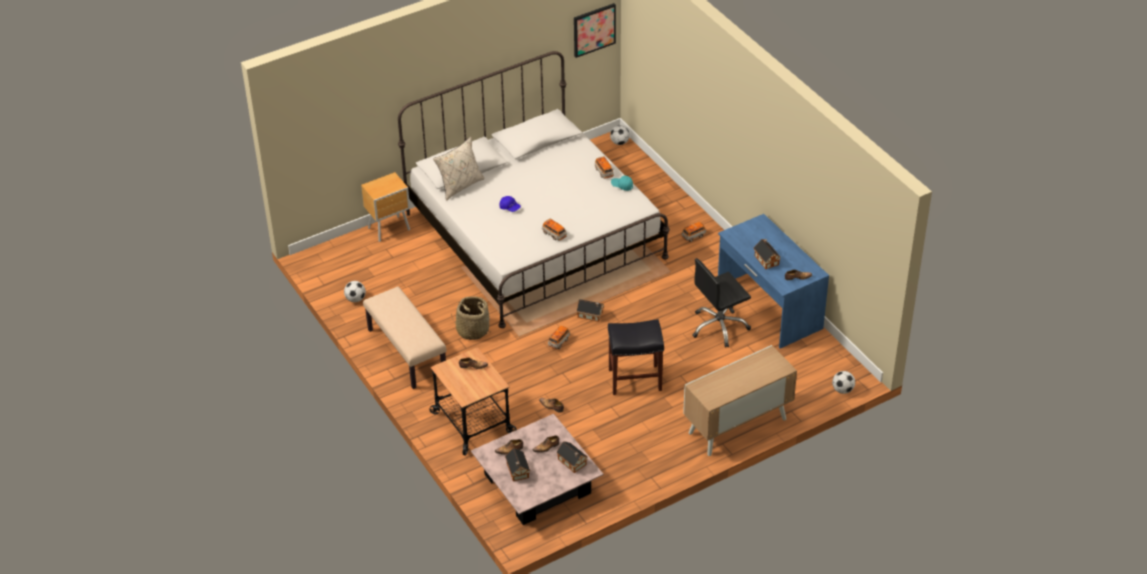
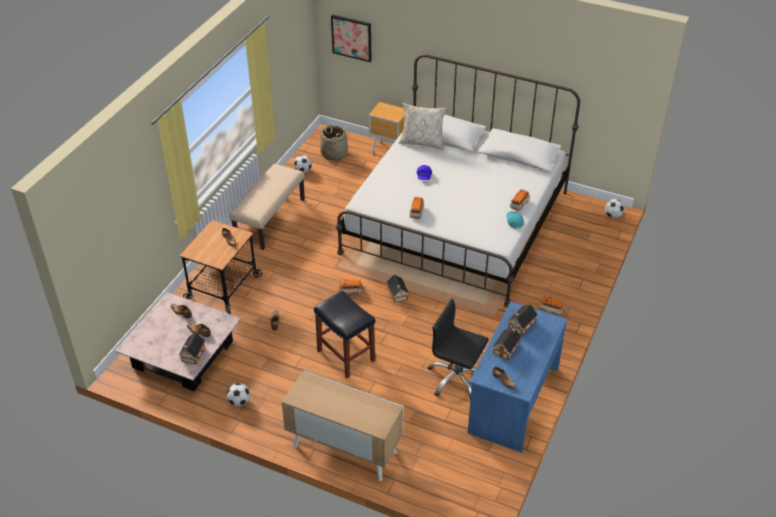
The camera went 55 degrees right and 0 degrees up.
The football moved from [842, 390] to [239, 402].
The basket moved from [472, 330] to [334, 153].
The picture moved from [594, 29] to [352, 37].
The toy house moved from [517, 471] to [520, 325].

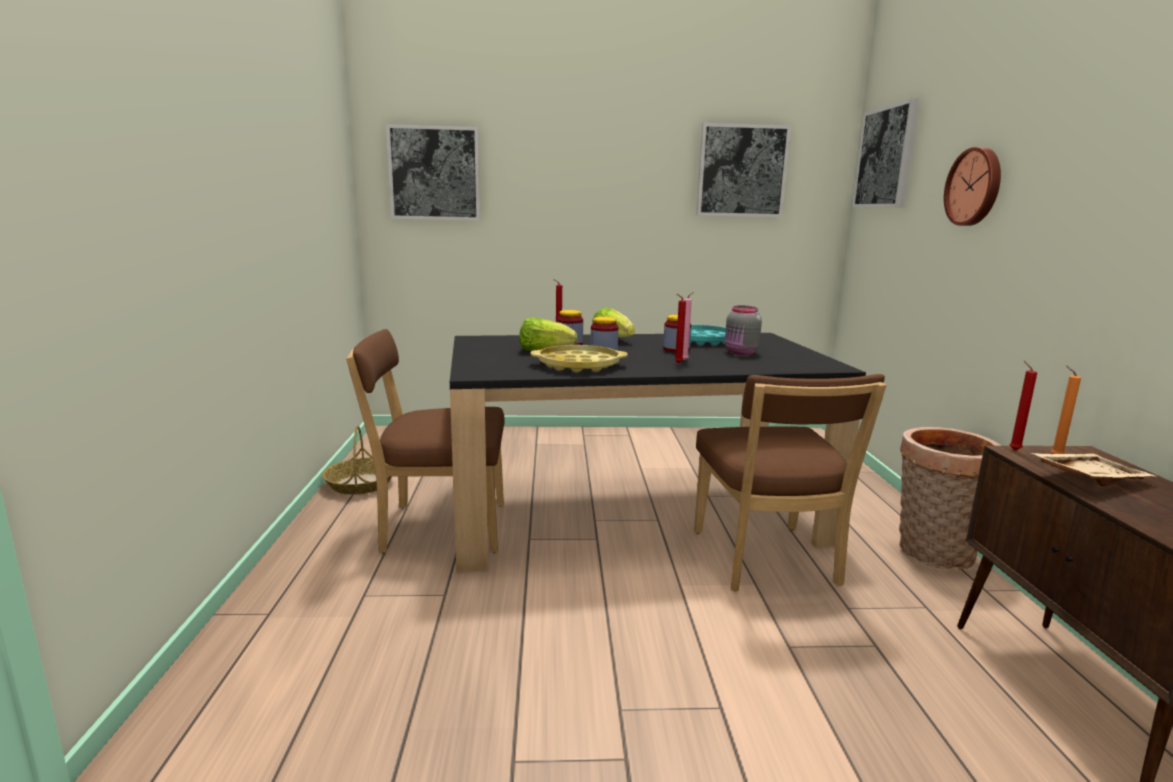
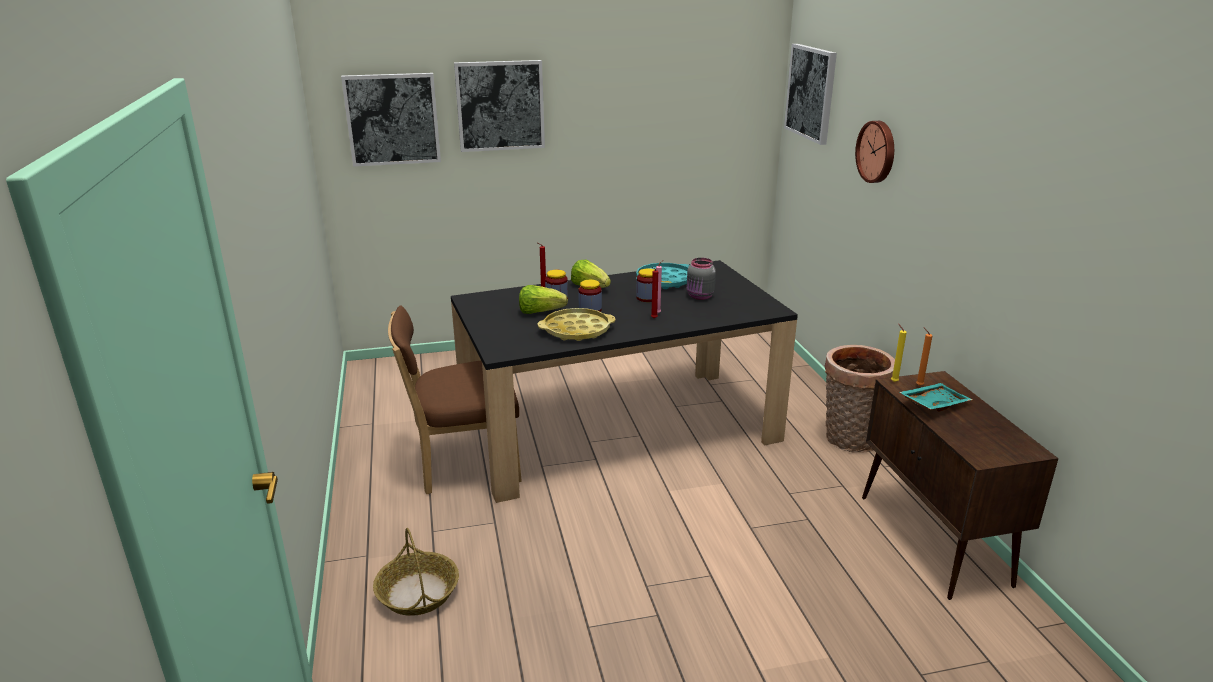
The camera went 10 degrees left and 10 degrees up.
The basket moved from [360, 484] to [418, 593].
The picture moved from [741, 171] to [500, 105].
The candle/red at [1013, 449] became the candle/yellow at [893, 381].
The tray/beige at [1087, 478] became the tray/turquoise at [933, 404].
The chair/brown at [766, 561] disappeared.

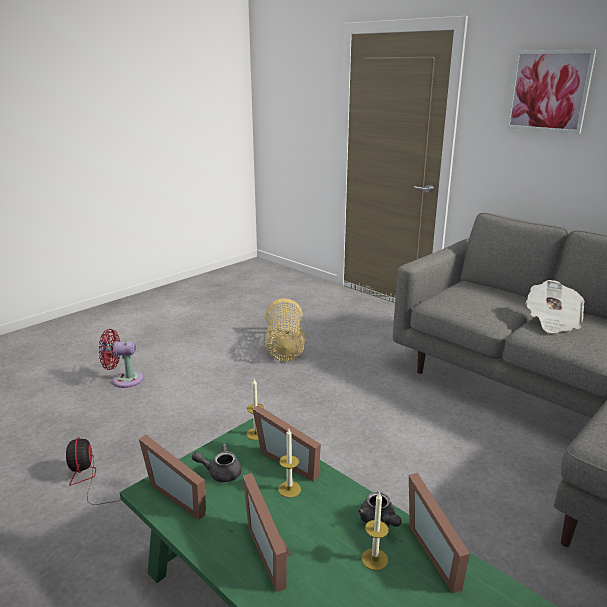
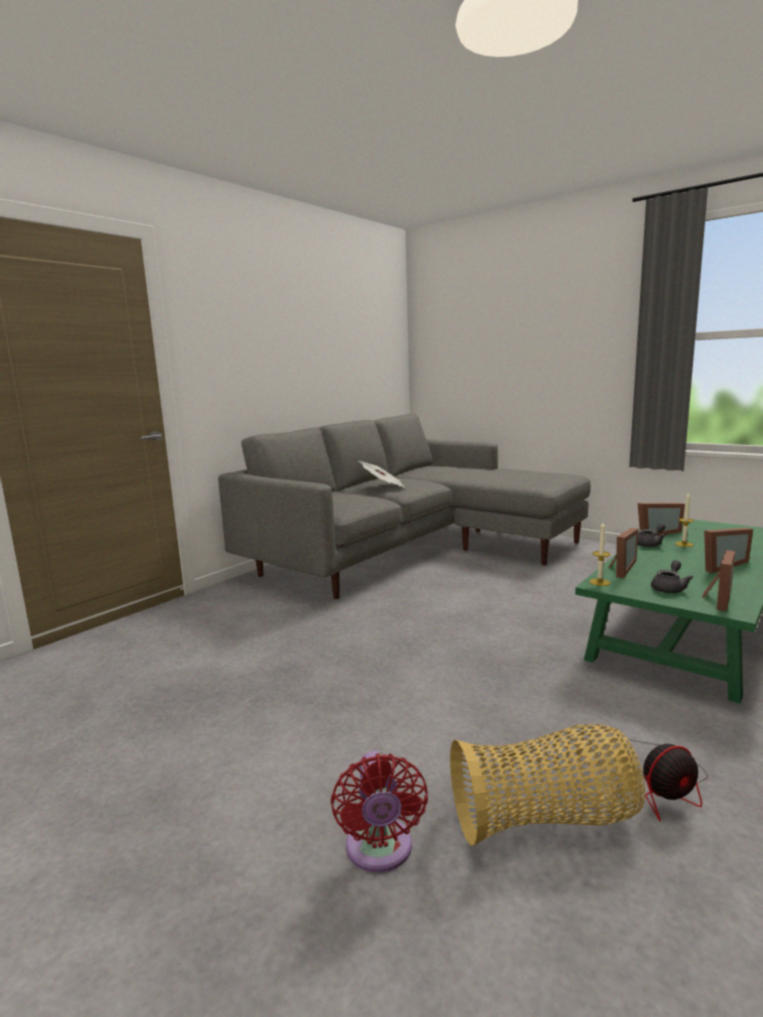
The camera went 95 degrees left and 10 degrees down.
The basket moved from [284, 348] to [545, 819].
The teapot/grey at [220, 472] turned 135 degrees counterclockwise.
The candle at [289, 489] disappeared.
The picture at [549, 91] disappeared.

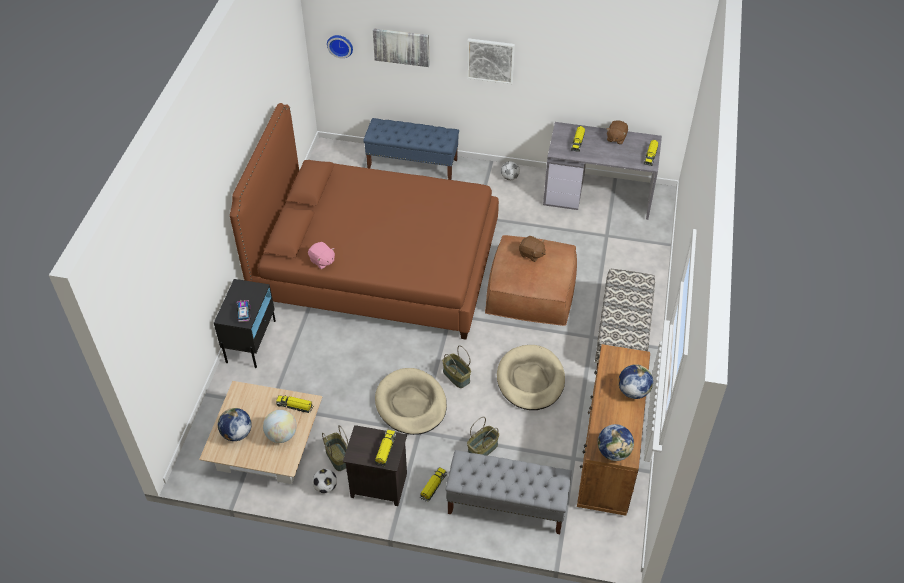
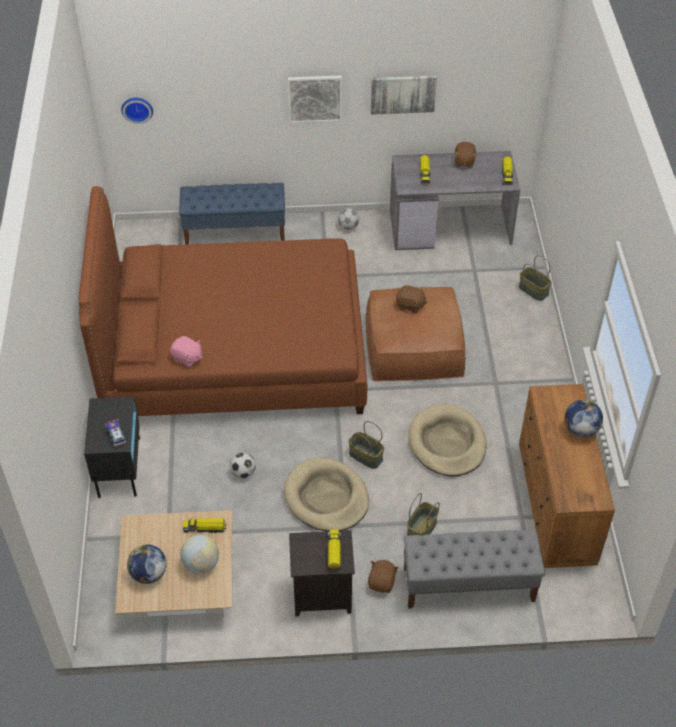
The camera went 15 degrees left and 0 degrees up.
The football moved from [325, 487] to [243, 473].
The toy truck at [433, 486] was replaced by the plush toy/brown at [382, 582].
The picture moved from [401, 46] to [403, 93].
The basket moved from [338, 457] to [534, 290].
The bench at [622, 337] disappeared.
The globe at [613, 452] disappeared.

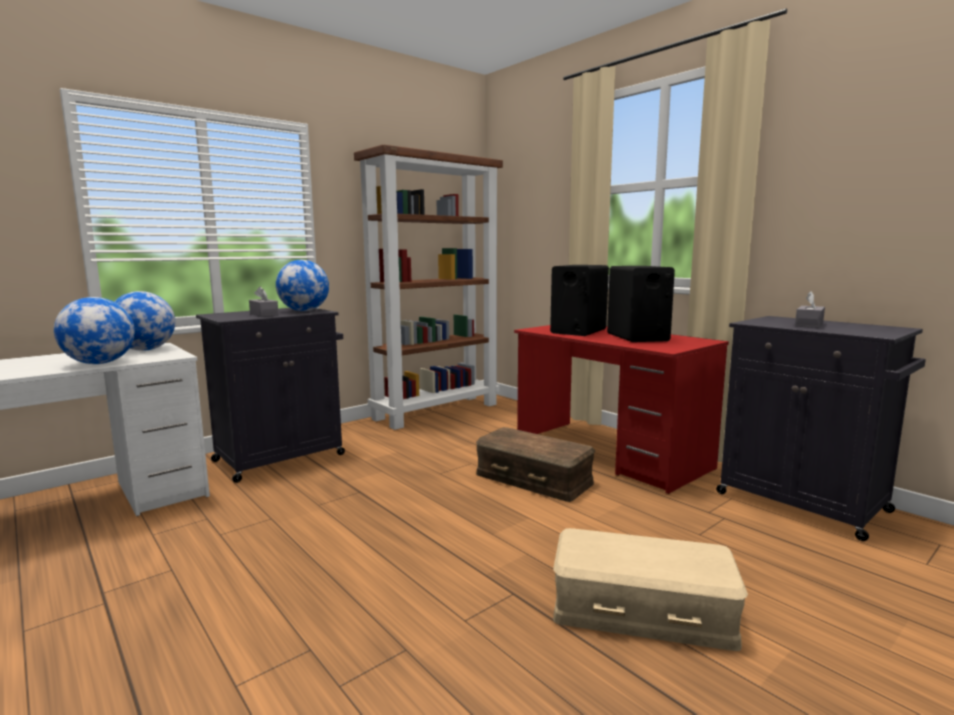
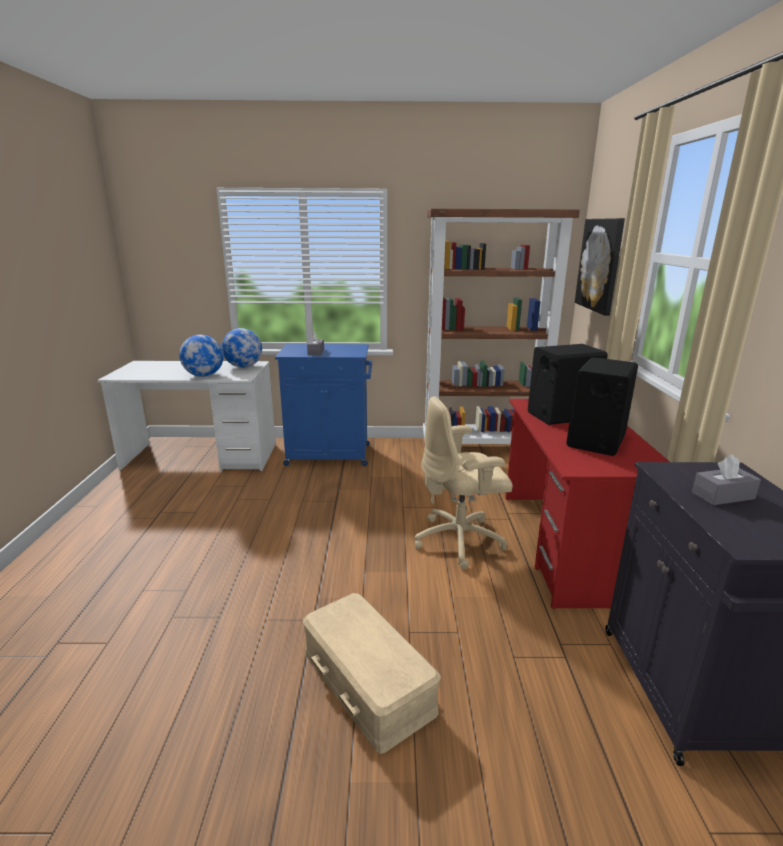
The camera went 40 degrees right and 10 degrees up.
The cabinet/black at [282, 457] became the cabinet/blue at [330, 455].
The storage box/brown at [533, 479] was replaced by the office chair/beige at [460, 540].
The picture at [600, 265] appeared.
The globe at [304, 311] disappeared.

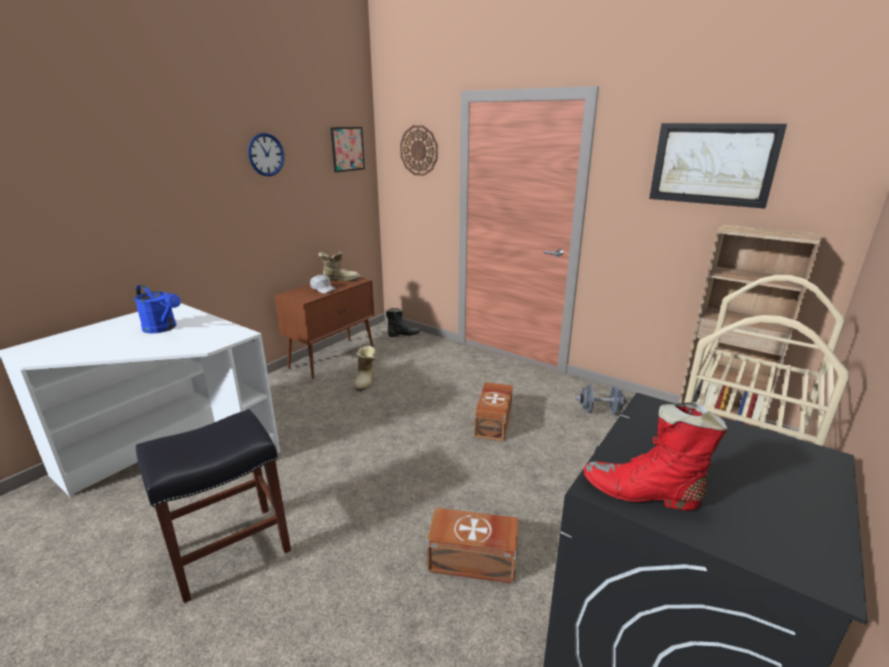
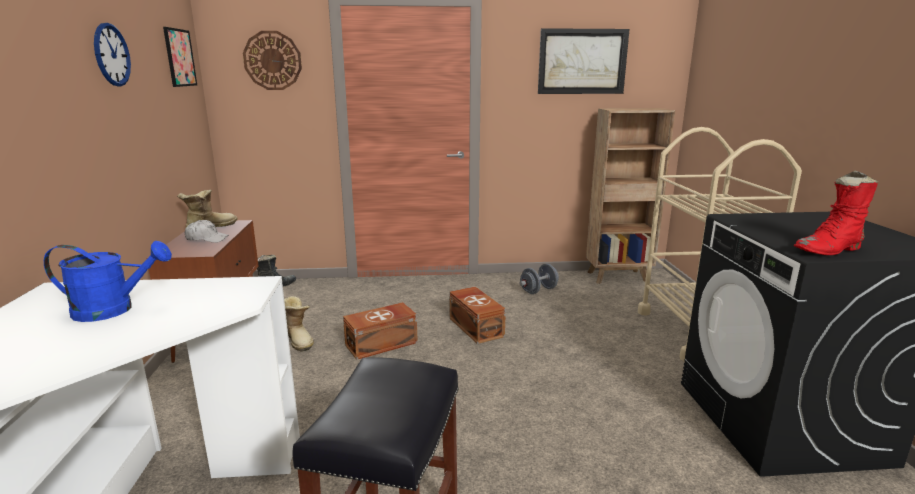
The camera went 40 degrees left and 5 degrees down.
The storage box/brown moved from [473, 561] to [382, 344].

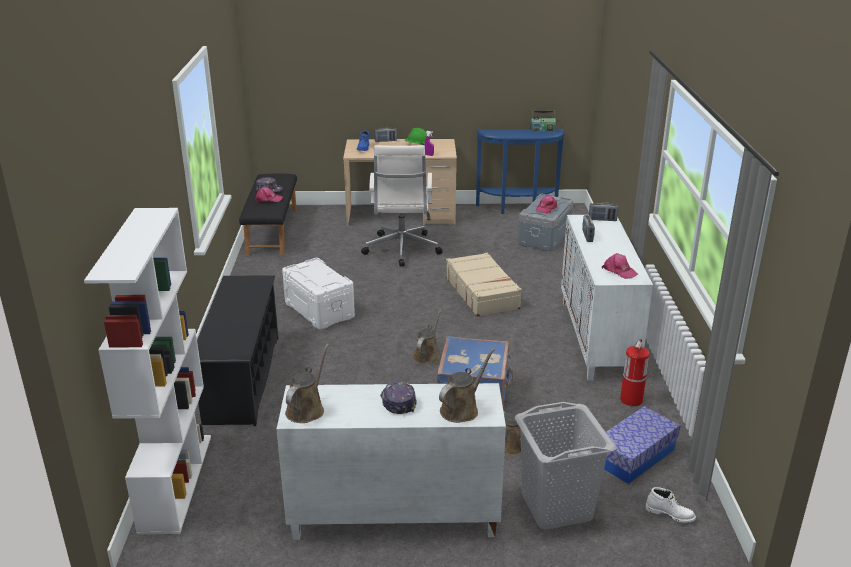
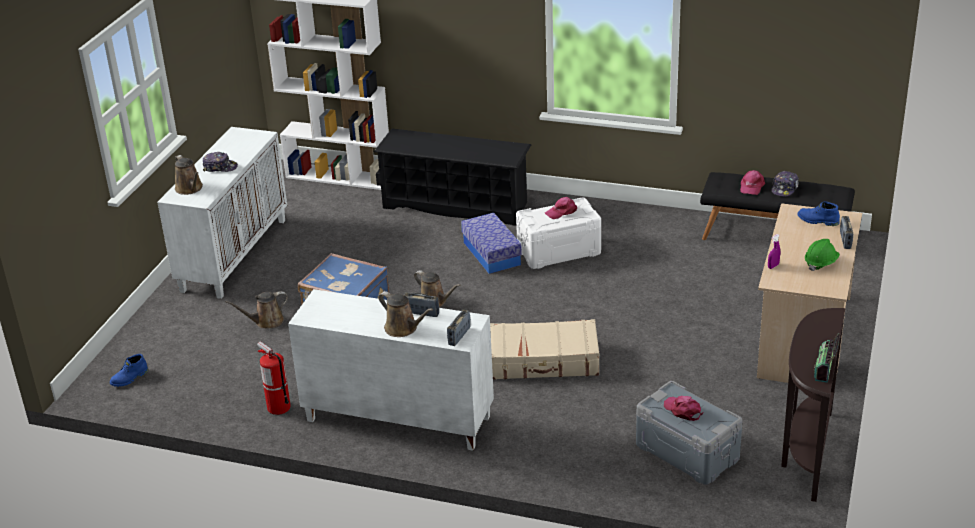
The camera went 110 degrees right and 5 degrees up.
The boot/white at [670, 514] became the boot/blue at [130, 378].
The watering can/brown moved from [307, 409] to [403, 328].
The storage box moved from [634, 456] to [491, 253].
The cap/pink moved from [619, 271] to [562, 212].
The console table/blue at [517, 209] became the console table/brown at [805, 452].
The office chair/white at [401, 250] disappeared.
The laundry basket/grey at [556, 507] disappeared.

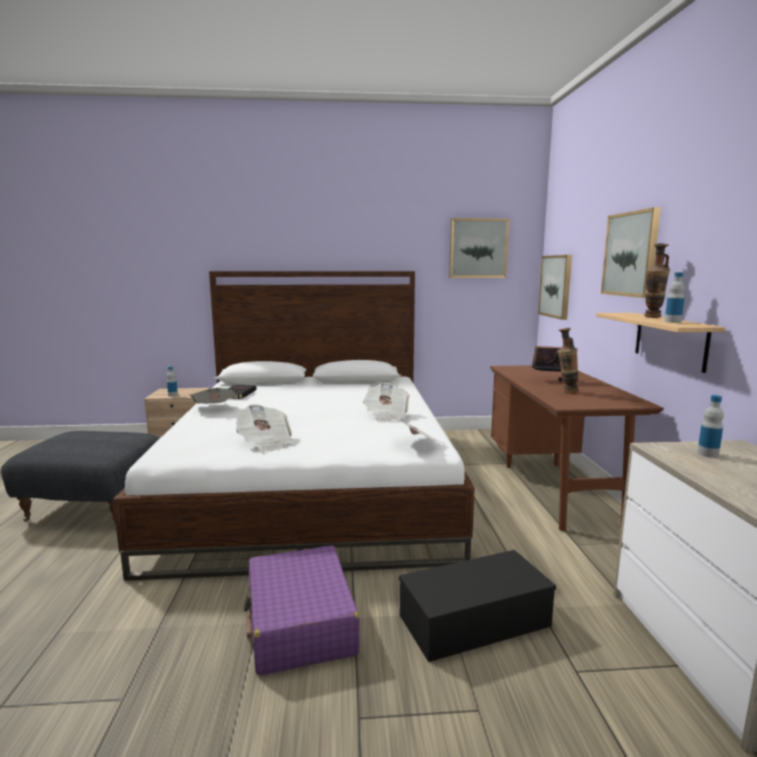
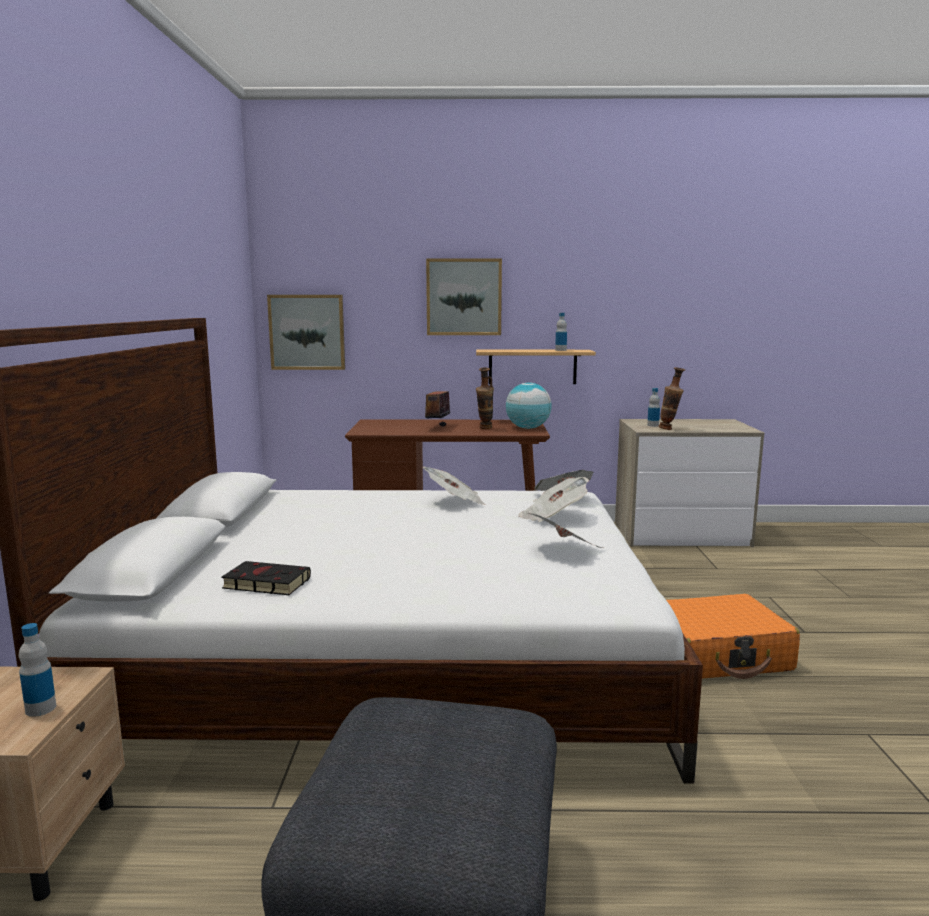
The camera went 85 degrees left and 0 degrees up.
The globe at [528, 428] appeared.
The newspaper moved from [214, 408] to [553, 517].
The vase moved from [652, 317] to [669, 429].
The suitcase/purple at [300, 623] became the suitcase/orange at [717, 654].
The storage box/black at [473, 622] disappeared.
The picture at [478, 248] disappeared.

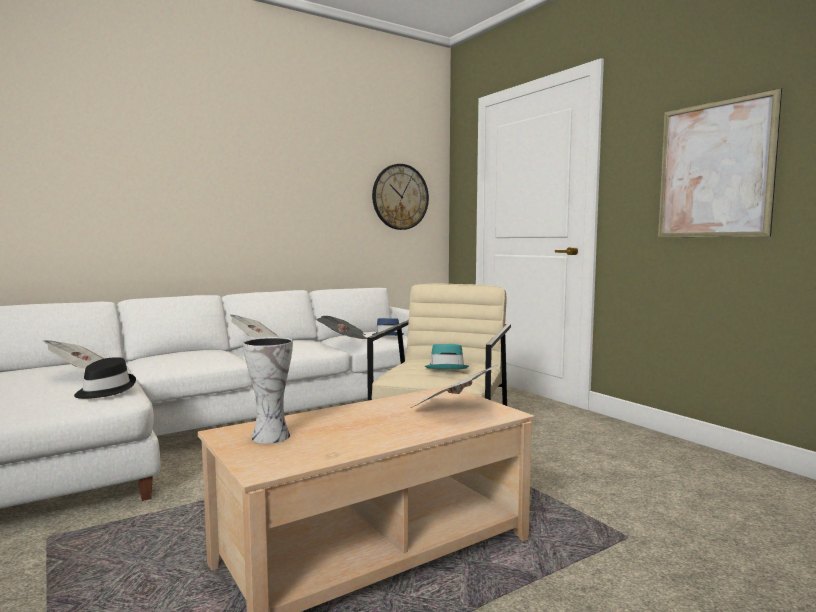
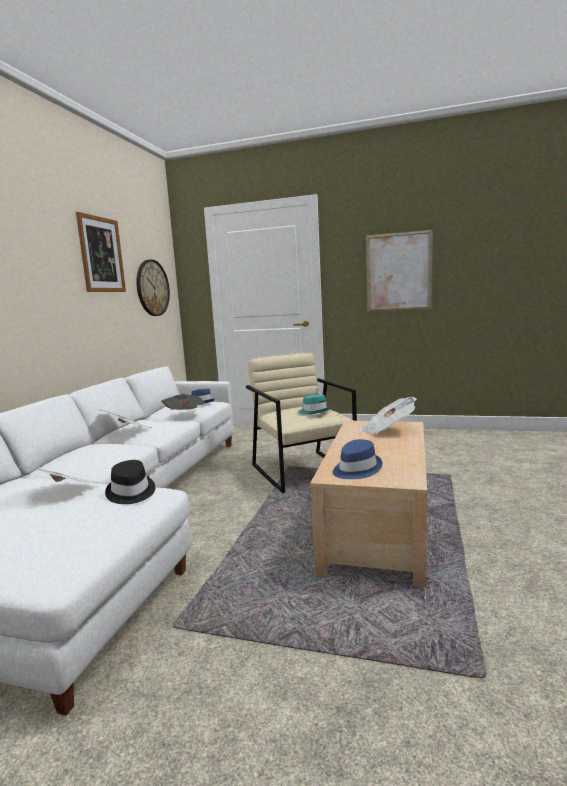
The camera went 40 degrees left and 5 degrees up.
The picture at [101, 255] appeared.
The vase at [269, 436] was replaced by the hat/blue at [356, 469].

